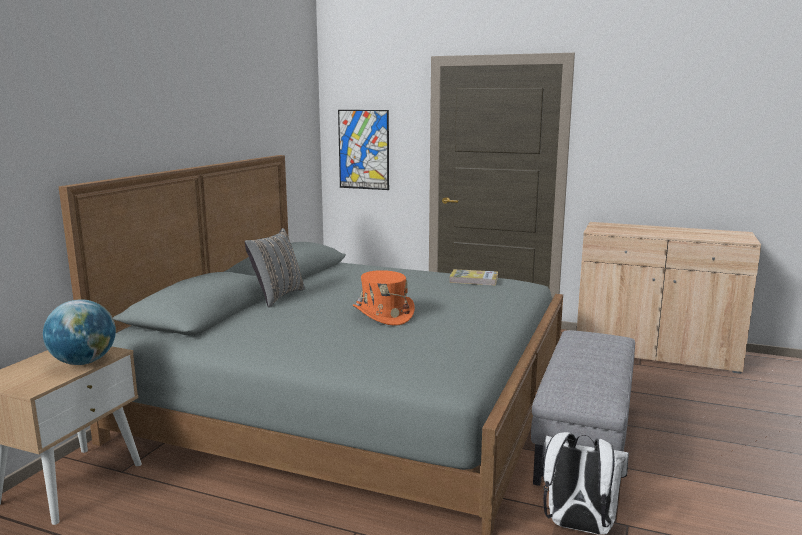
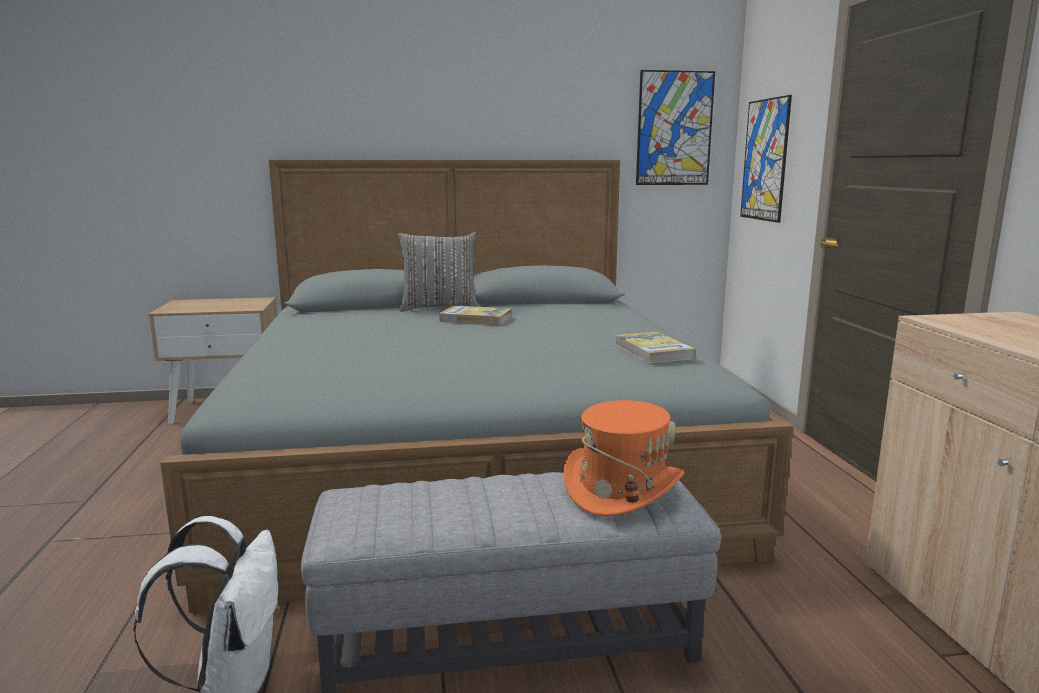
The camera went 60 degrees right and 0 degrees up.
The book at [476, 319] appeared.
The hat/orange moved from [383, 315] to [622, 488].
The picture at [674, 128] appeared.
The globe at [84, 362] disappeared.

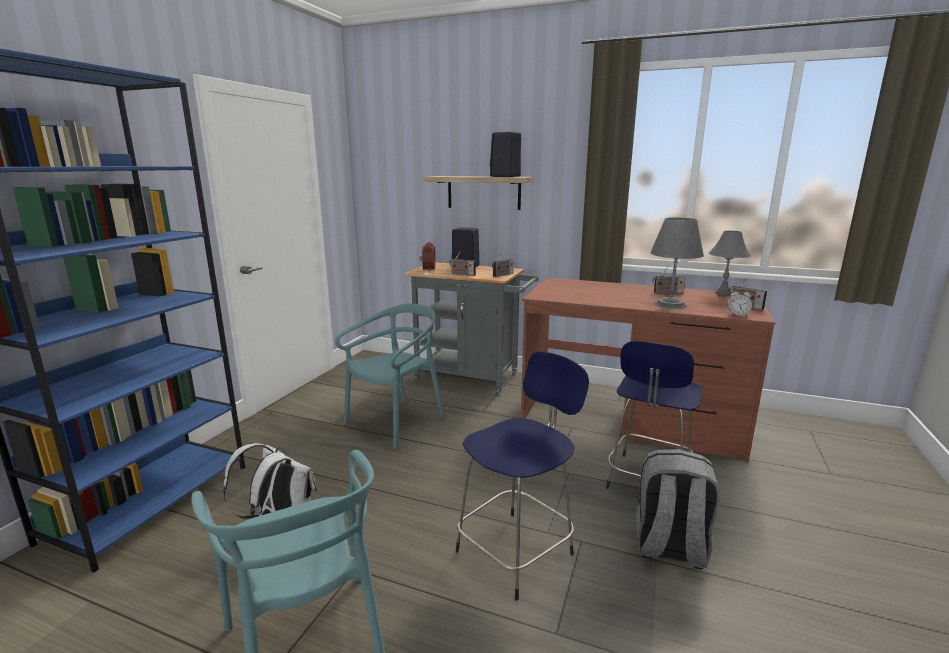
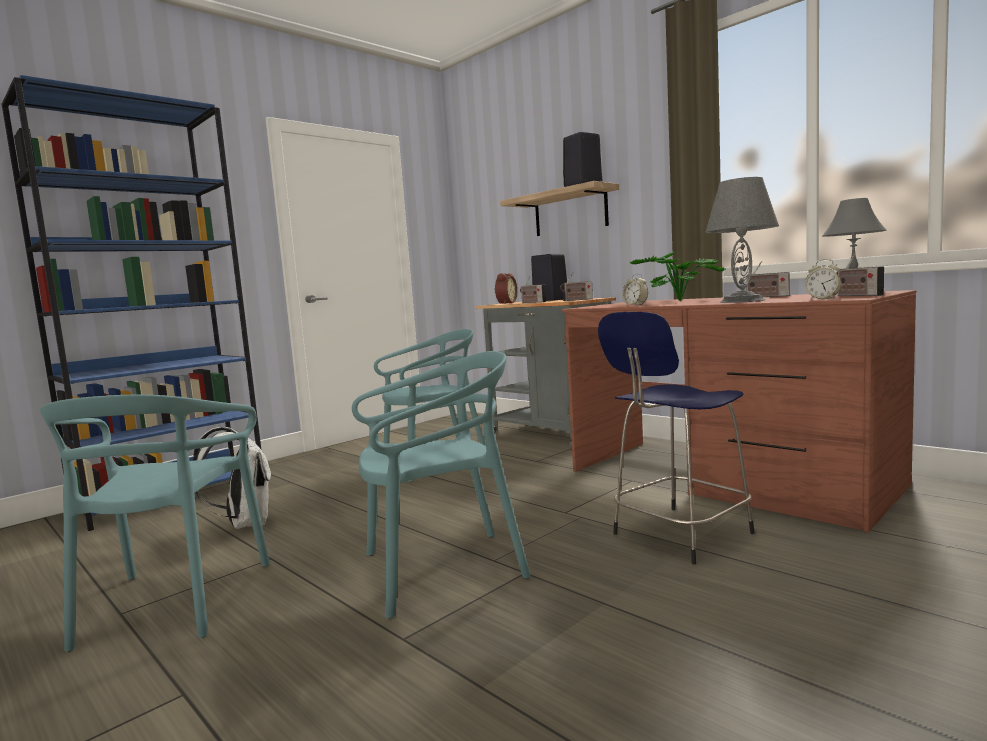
The camera went 25 degrees right and 10 degrees down.
The stool/blue at [517, 550] was replaced by the chair/turquoise at [442, 569].
The alarm clock at [635, 305] appeared.
The potted plant at [678, 301] appeared.
The backpack/grey at [669, 547] disappeared.

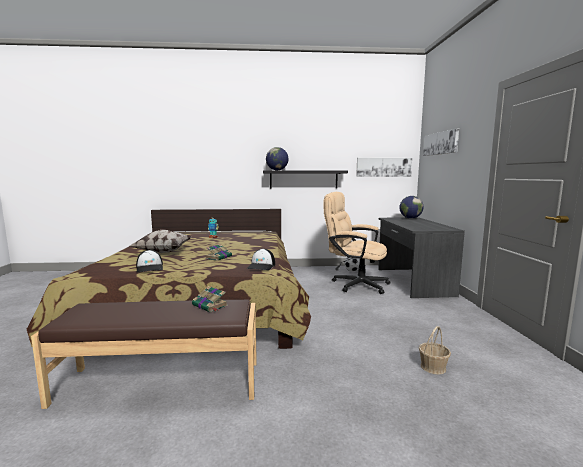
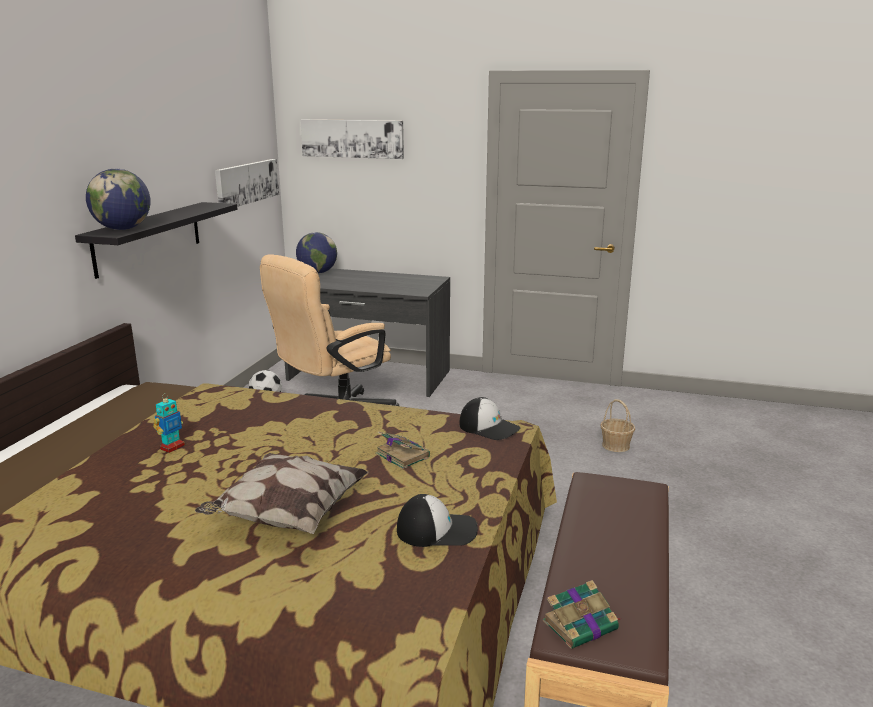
The camera went 70 degrees left and 10 degrees up.
The book moved from [210, 306] to [581, 625].

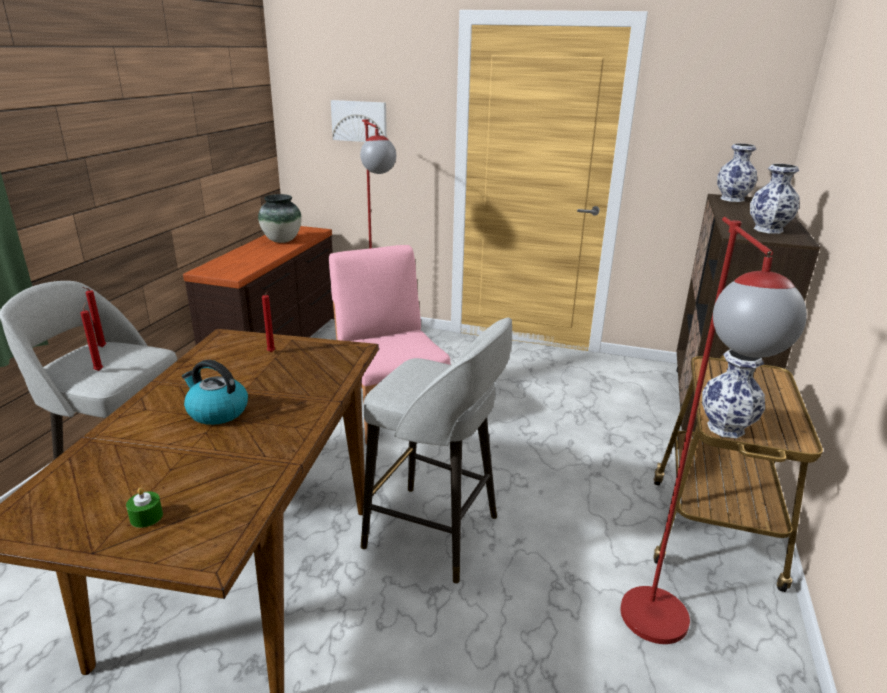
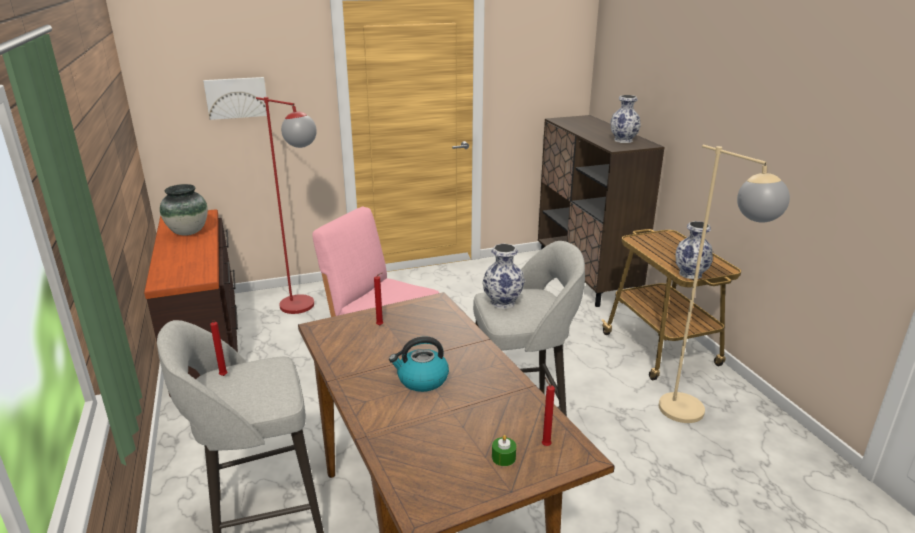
The camera went 35 degrees left and 0 degrees up.
The vase moved from [733, 199] to [503, 302].
The candle/red moved from [99, 370] to [545, 445].
The floor lamp/red at [660, 636] became the floor lamp/beige at [694, 417].

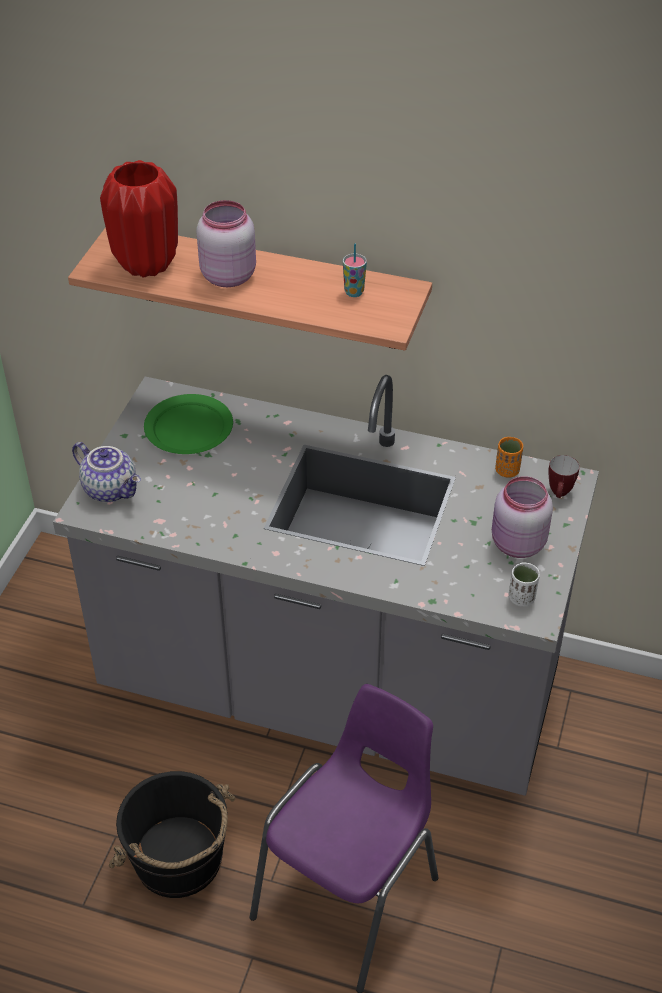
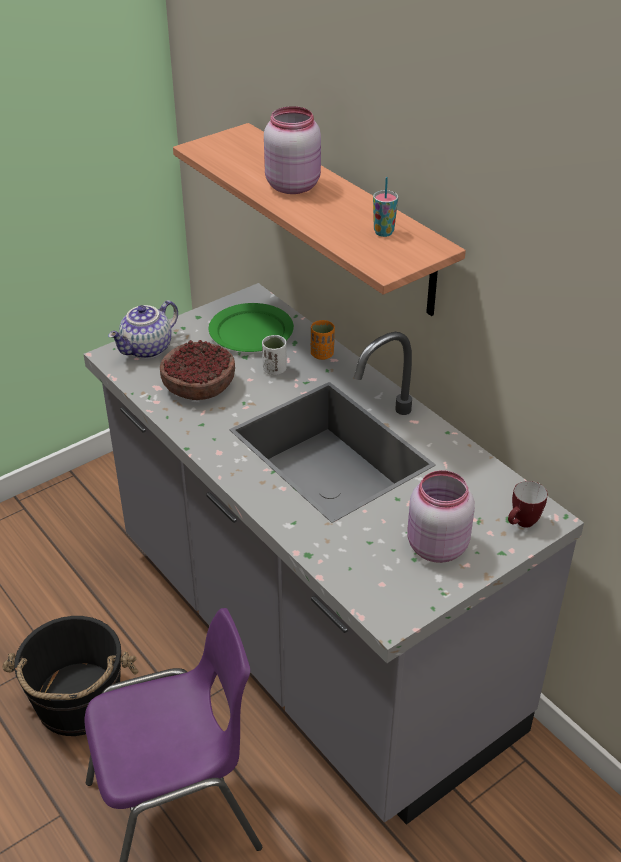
The camera went 35 degrees right and 5 degrees down.
The teapot at [111, 489] turned 60 degrees clockwise.
The bowl at [200, 386] appeared.
The cup/white moved from [521, 598] to [274, 370].
The cup/orange moved from [507, 471] to [322, 354].
The vase/red at [146, 265] disappeared.

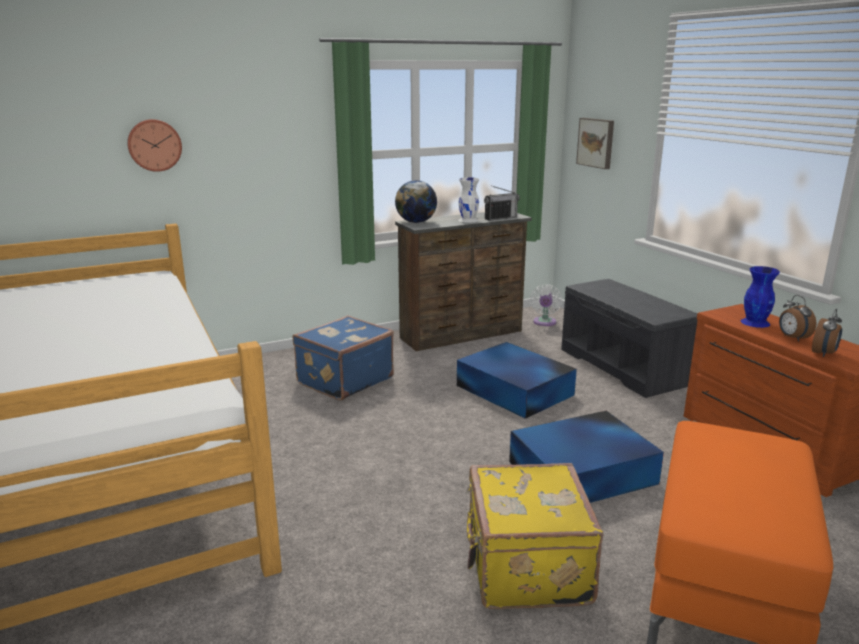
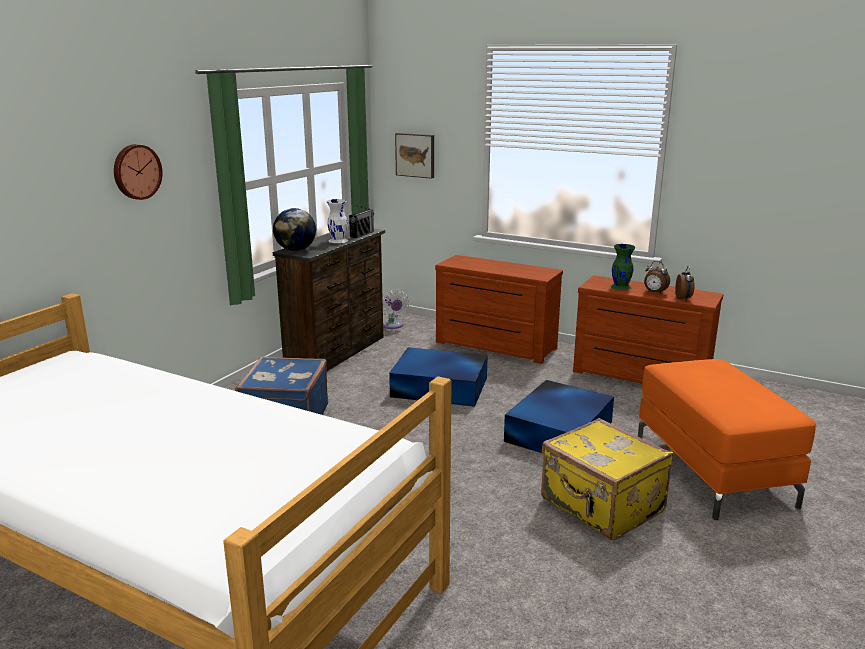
The camera went 35 degrees left and 0 degrees up.
The wall clock moved from [154, 145] to [136, 171].
The bench/grey at [624, 366] was replaced by the dresser/brown at [494, 346].
The vase/blue at [755, 322] became the vase/green at [621, 287].

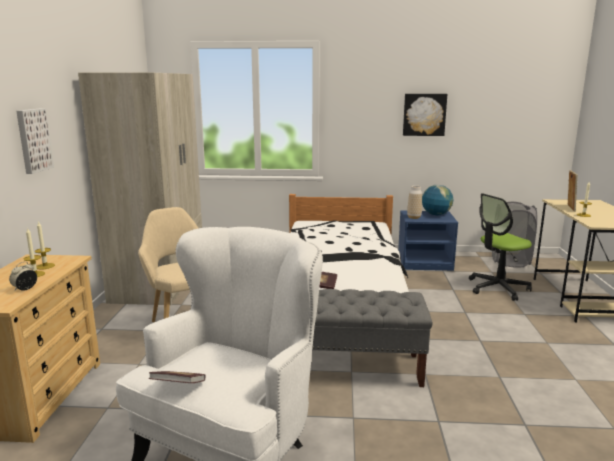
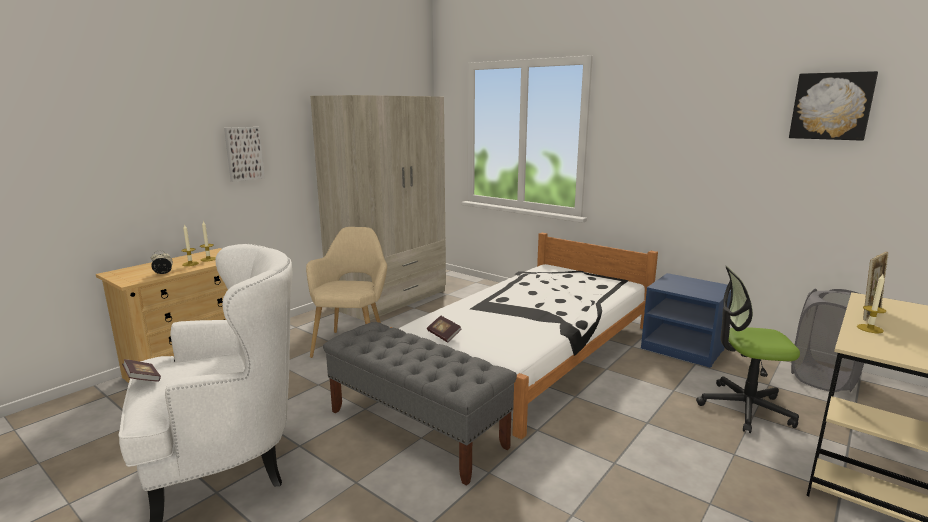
The camera went 35 degrees right and 0 degrees up.
The picture moved from [424, 114] to [831, 106].
The vase at [414, 217] disappeared.
The globe at [436, 215] disappeared.

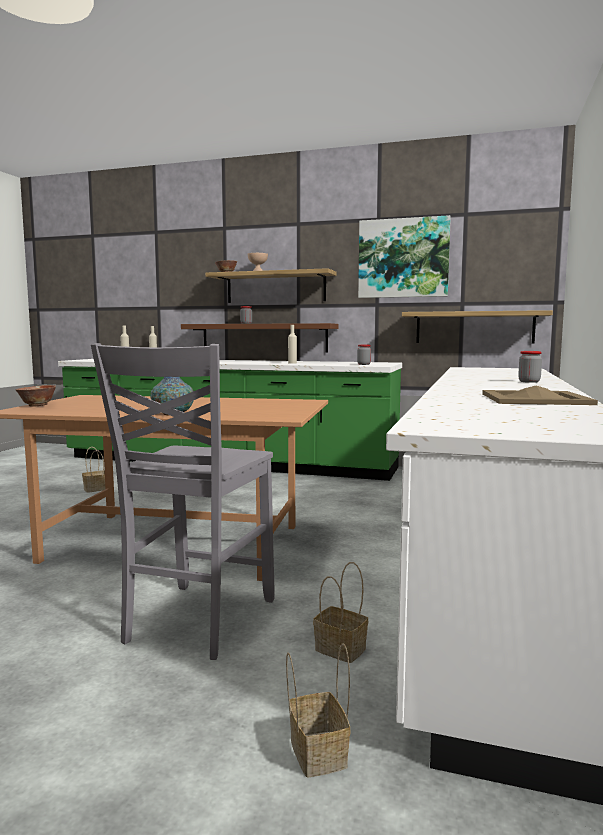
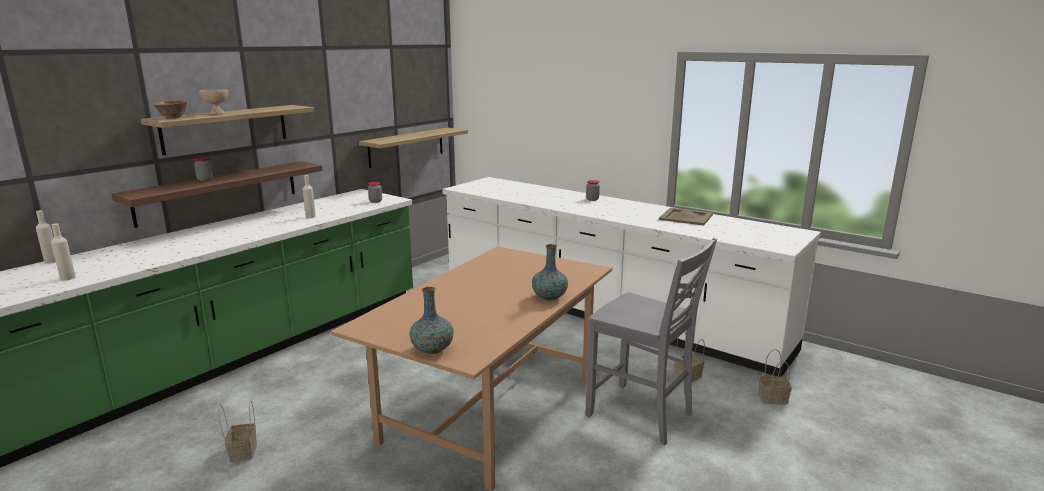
The camera went 70 degrees left and 10 degrees up.
The bowl at [37, 405] was replaced by the vase at [432, 350].
The picture at [403, 258] disappeared.

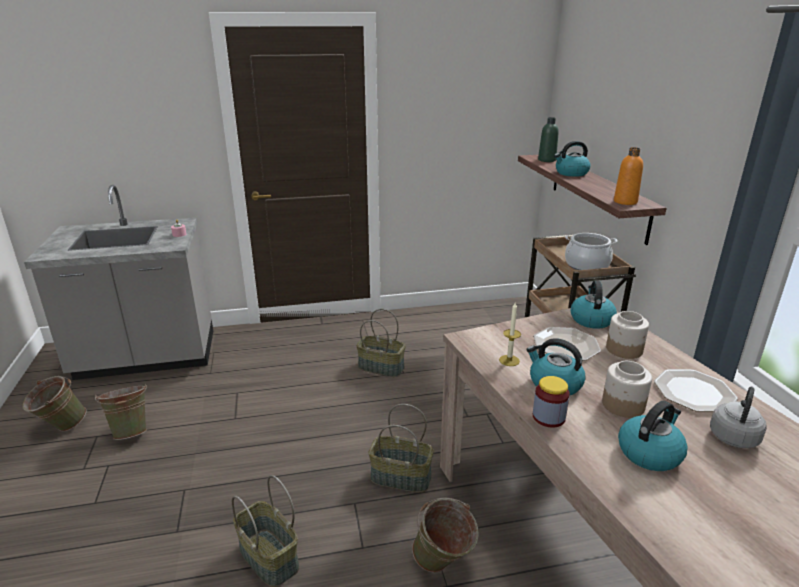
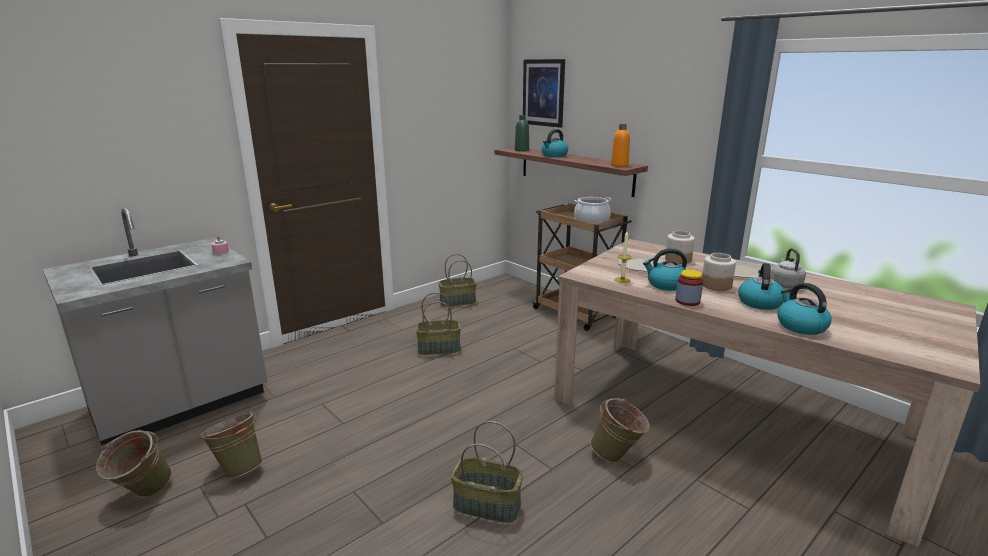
The camera went 30 degrees left and 5 degrees down.
The basket moved from [400, 478] to [457, 302].
The picture at [543, 93] appeared.
The kettle moved from [591, 319] to [800, 326].

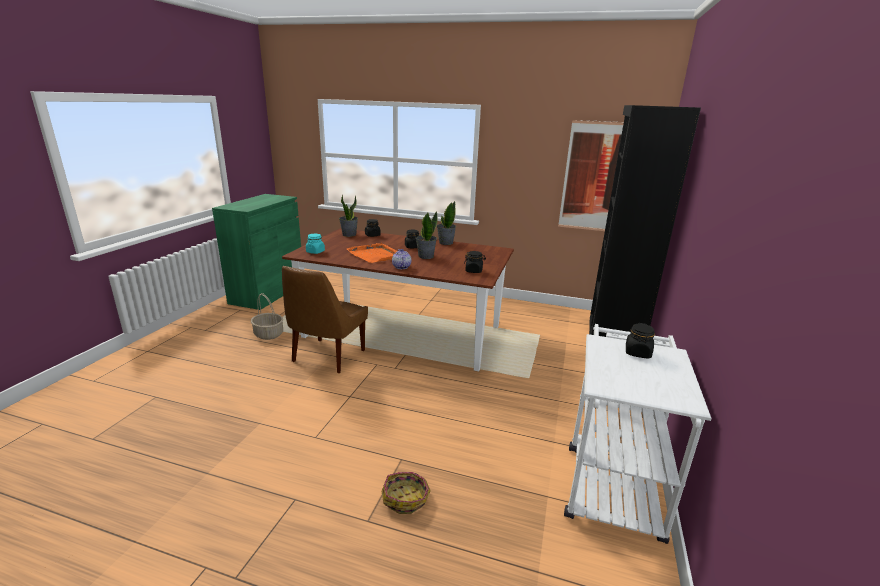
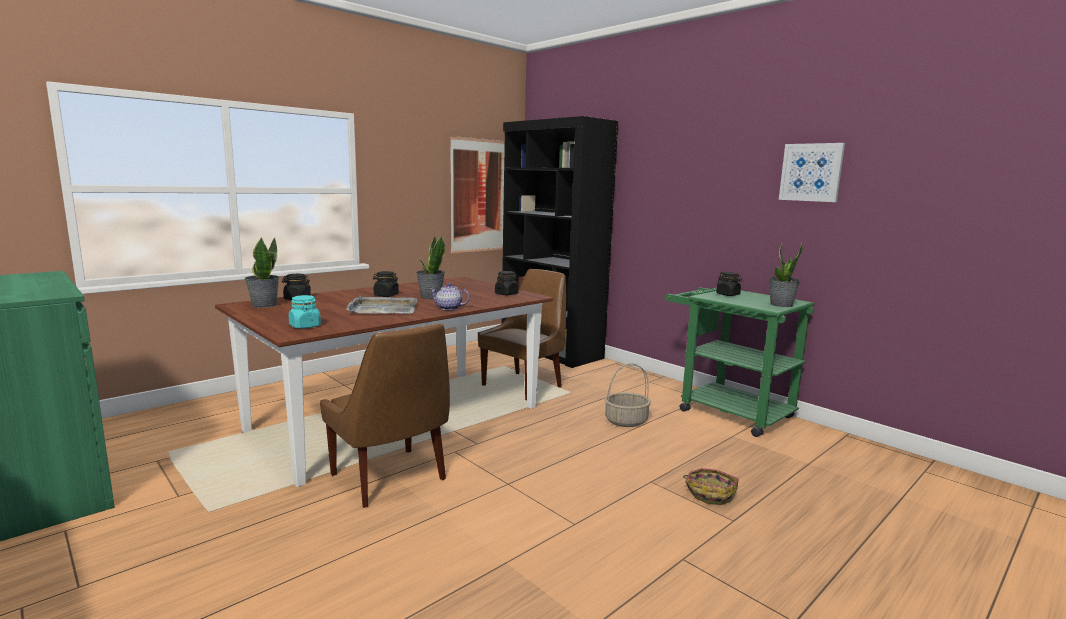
The camera went 60 degrees left and 10 degrees down.
The tray/orange at [374, 255] became the tray/grey at [383, 309].
The chair/brown at [524, 385] appeared.
The basket moved from [269, 334] to [626, 421].
The cart/white at [611, 481] became the cart/green at [726, 411].
The potted plant moved from [445, 243] to [781, 305].
The picture at [811, 172] appeared.

